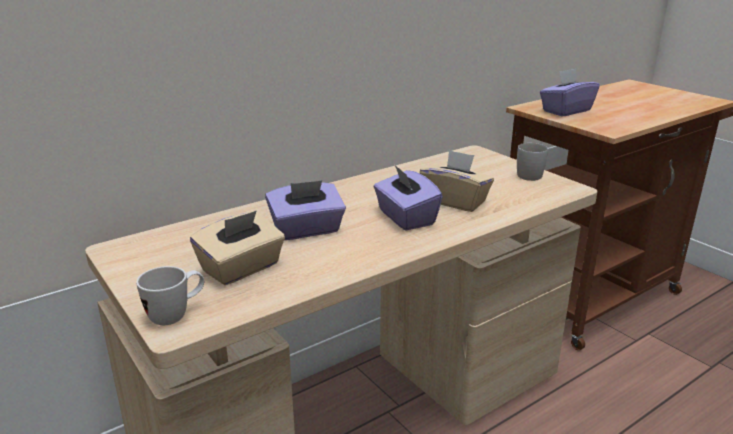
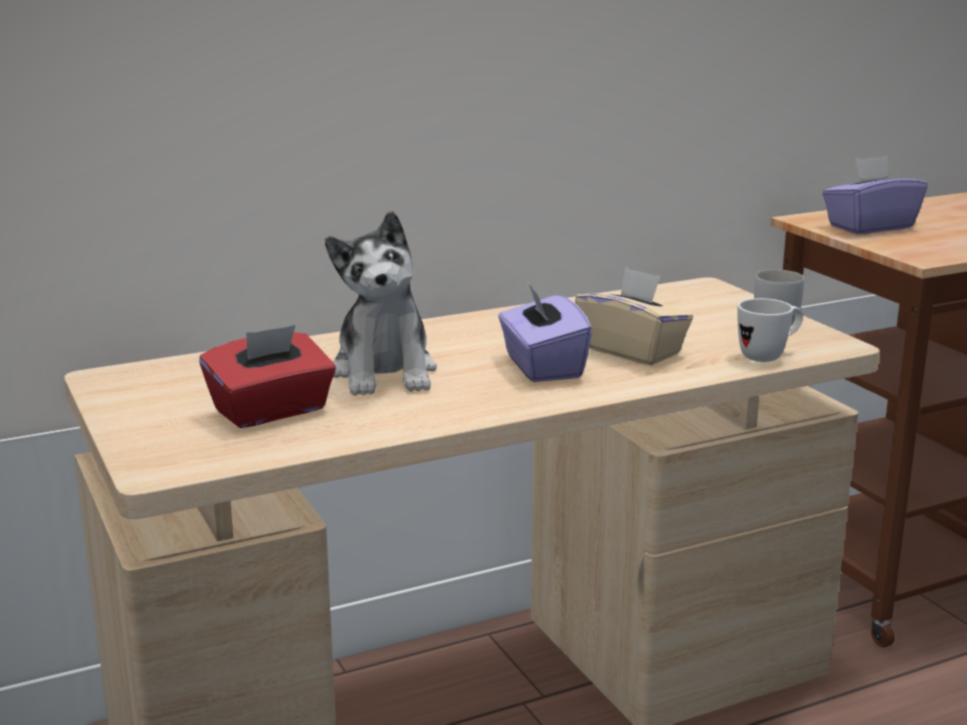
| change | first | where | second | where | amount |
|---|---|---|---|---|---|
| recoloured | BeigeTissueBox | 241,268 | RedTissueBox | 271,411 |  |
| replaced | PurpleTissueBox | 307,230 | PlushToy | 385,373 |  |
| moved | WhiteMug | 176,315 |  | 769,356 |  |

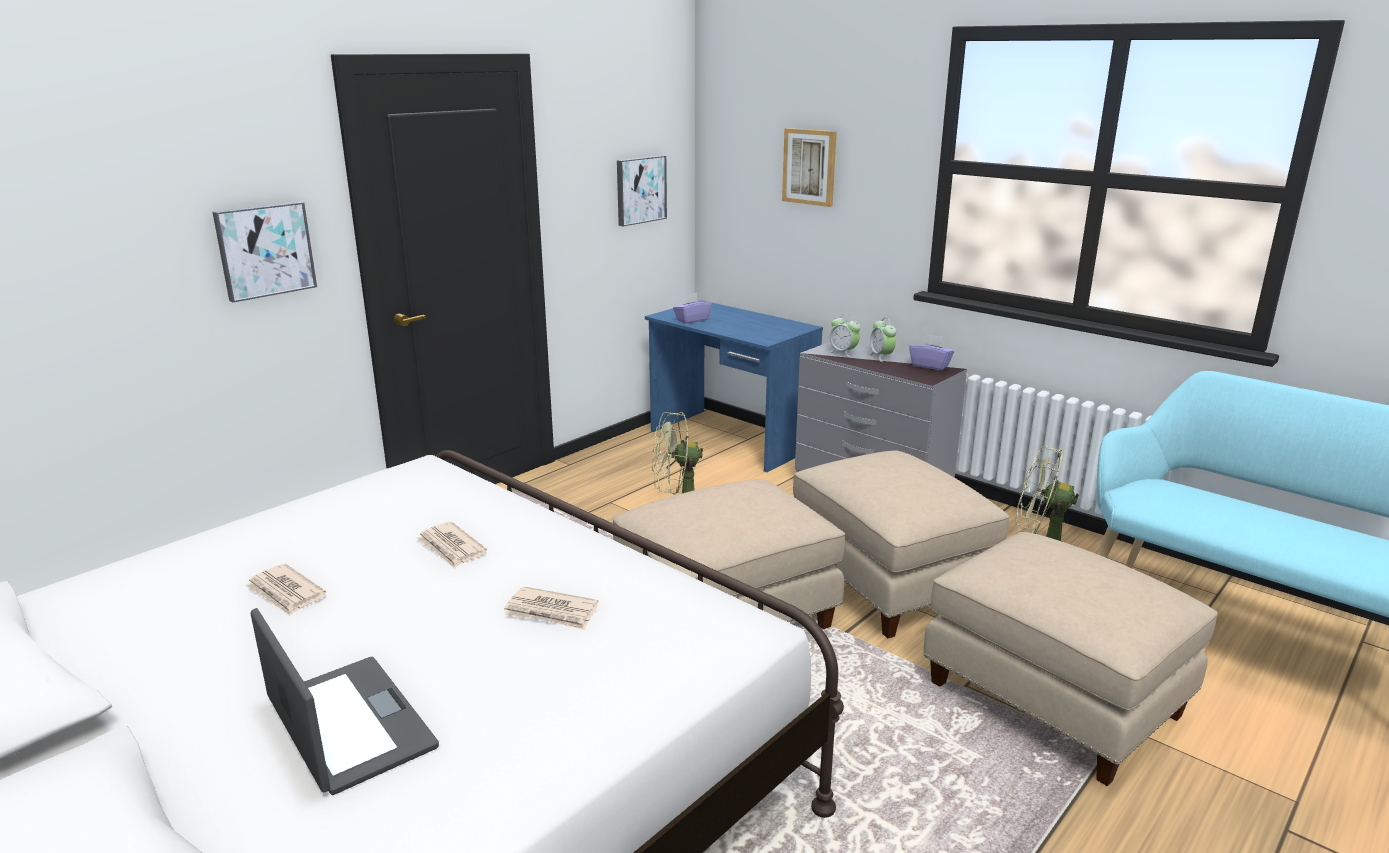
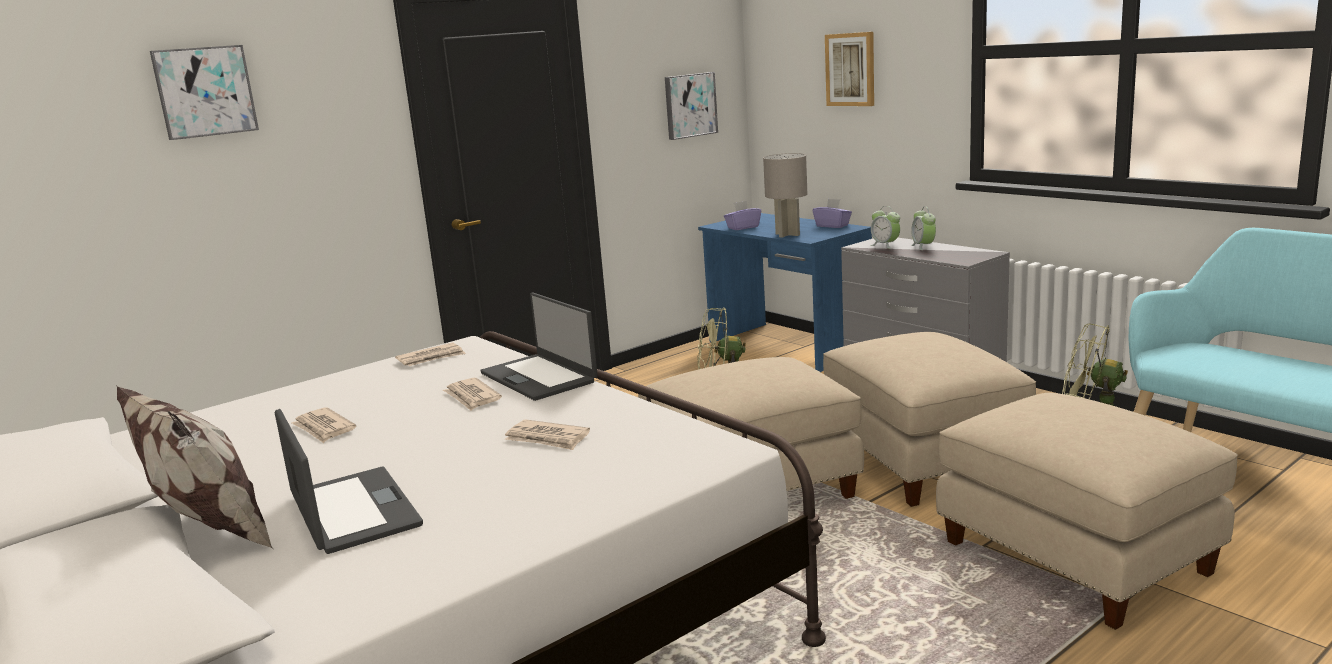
| change | first | where | second | where | amount |
|---|---|---|---|---|---|
| added |  |  | Pillow | 212,537 |  |
| moved | Picture | 265,250 |  | 204,91 |  |
| added |  |  | Newspaper | 431,358 |  |
| added |  |  | Laptop | 539,377 |  |
| added |  |  | GreyTableLamp | 787,234 |  |
| moved | PurpleTissueBox | 930,365 |  | 832,226 |  |

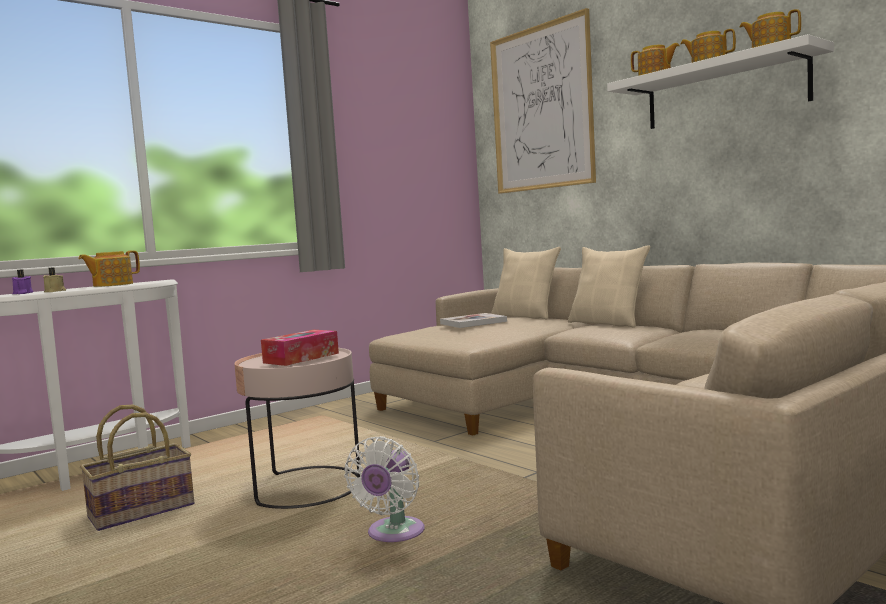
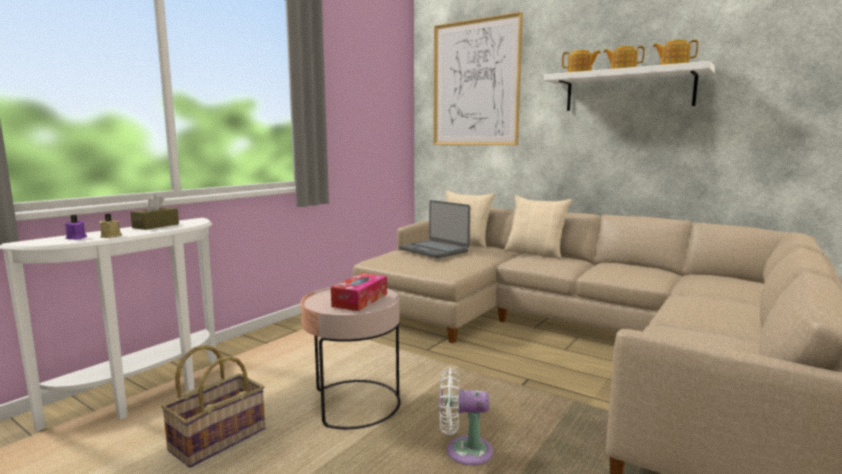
| change | first | where | second | where | amount |
|---|---|---|---|---|---|
| replaced | Teapot | 112,285 | BrownTissueBox | 156,226 |  |
| replaced | Book | 473,322 | Laptop | 434,250 |  |
| turned | WhiteFan | 393,535 |  | 463,451 | 90 degrees clockwise |

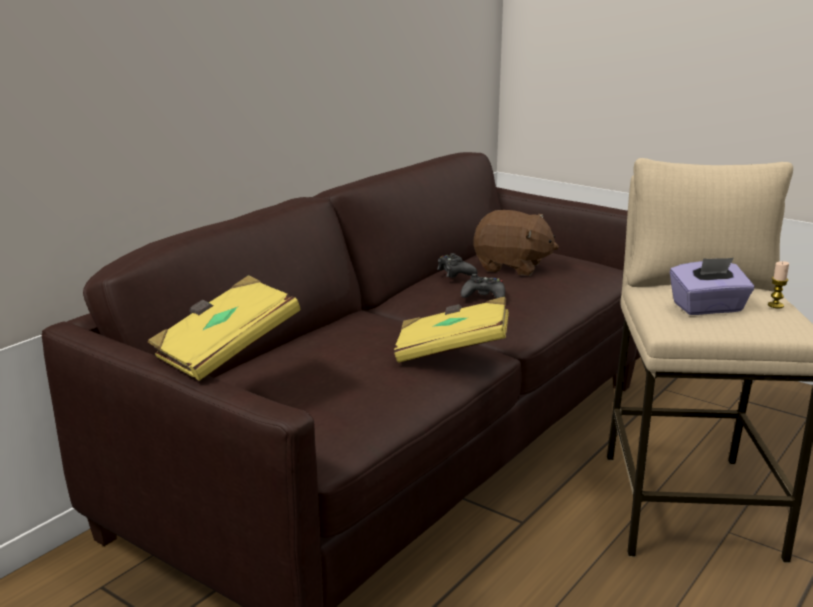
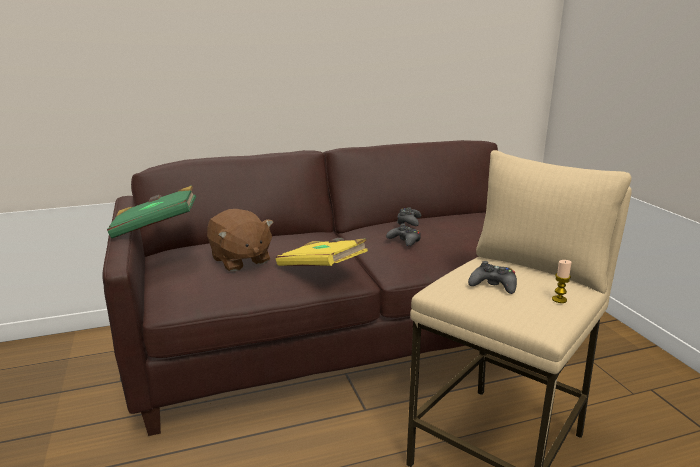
| change | first | where | second | where | amount |
|---|---|---|---|---|---|
| recoloured | YellowBook | 225,352 | GreenBook | 155,228 |  |
| moved | BrownPlushToy | 512,267 |  | 240,260 |  |
| replaced | PurpleTissueBox | 708,308 | BlackGameController | 493,285 |  |

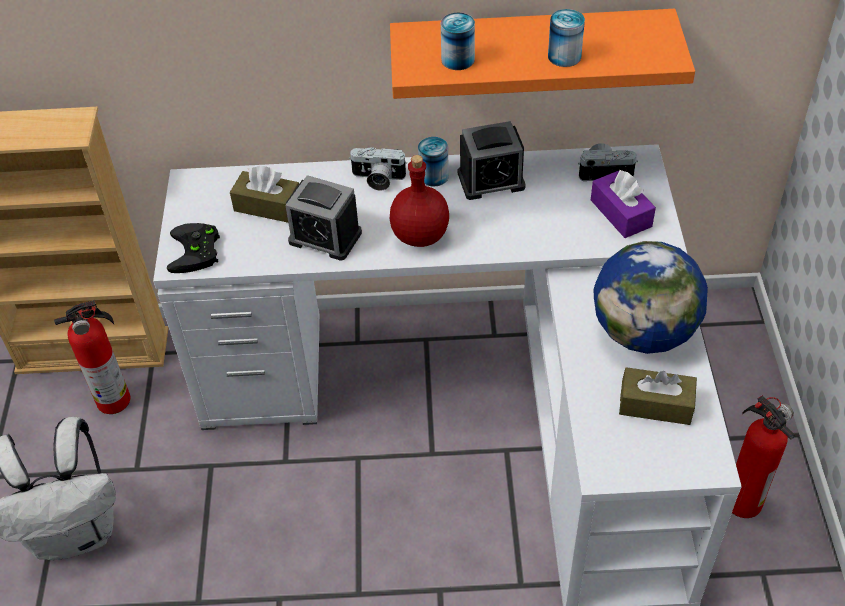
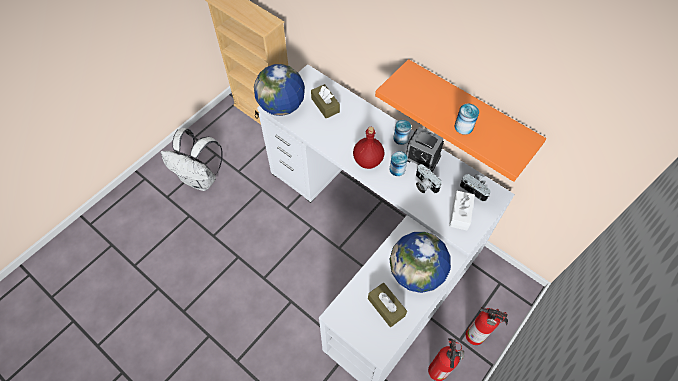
| change | first | where | second | where | amount |
|---|---|---|---|---|---|
| replaced | BlackGameController | 196,252 | Globe | 282,106 |  |
| moved | Can | 458,59 |  | 397,169 |  |
| moved | PhotoCamera | 377,179 |  | 424,185 |  |
| recoloured | PurpleTissueBox | 621,213 | WhiteTissueBox | 460,214 |  |
| moved | FireExtinguisher | 116,399 |  | 476,336 |  |
| removed | AlarmClock | 325,237 |  |  |  |

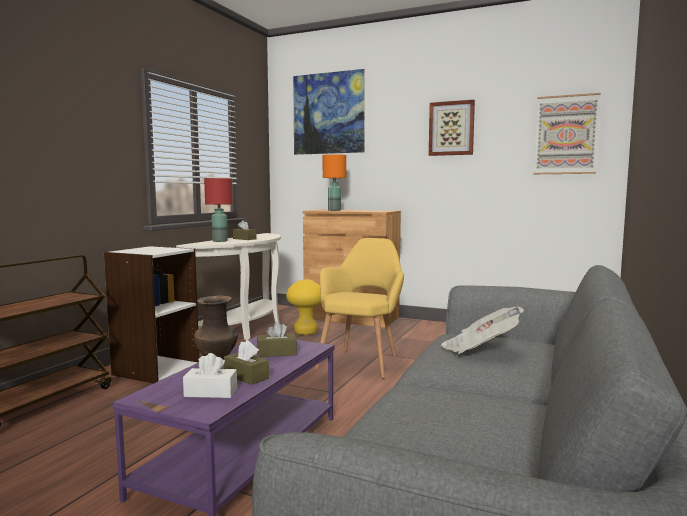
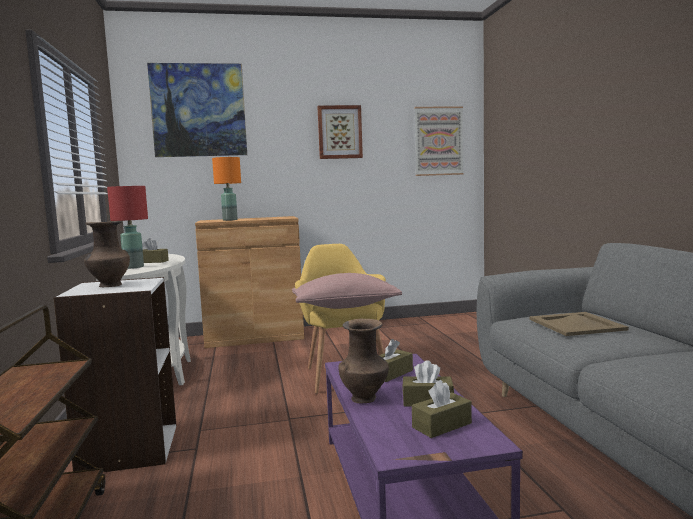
| change | first | where | second | where | amount |
|---|---|---|---|---|---|
| added |  |  | BrownVase | 109,285 |  |
| added |  |  | PinkPillow | 345,306 |  |
| recoloured | WhiteTissueBox | 211,392 | BrownTissueBox | 442,425 |  |
| replaced | Newspaper | 480,350 | BeigeTray | 576,324 |  |
| removed | YellowStool | 305,332 |  |  |  |

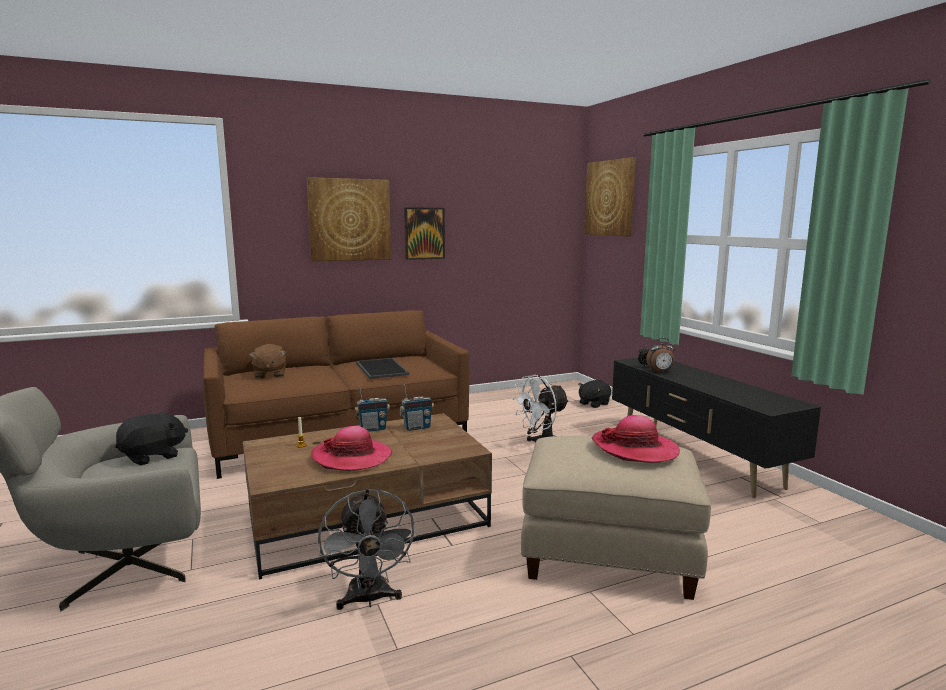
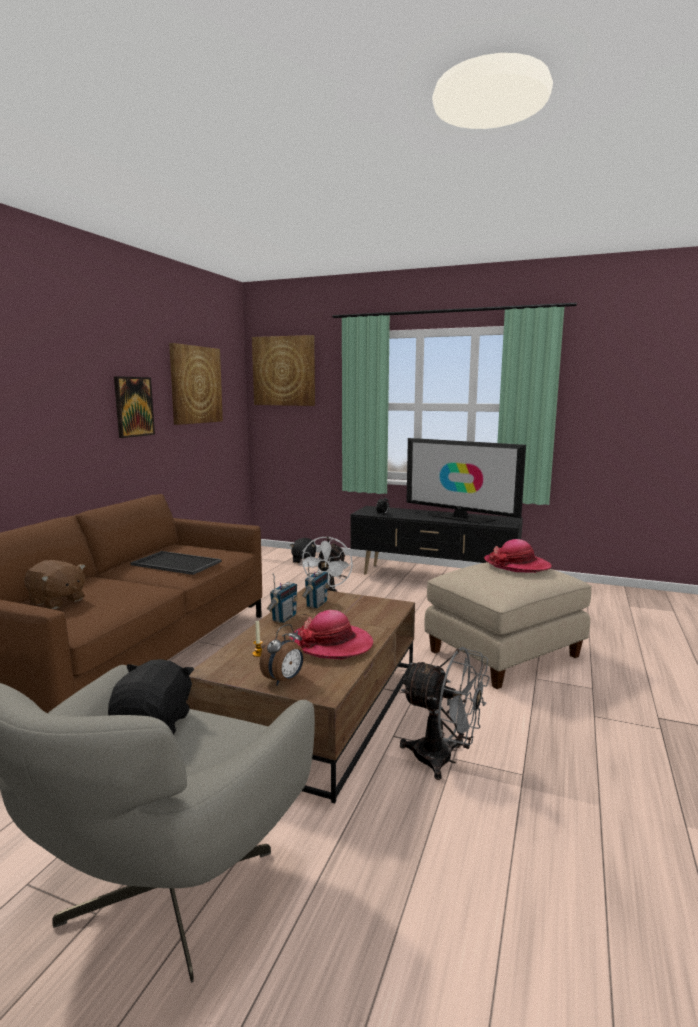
| change | first | where | second | where | amount |
|---|---|---|---|---|---|
| moved | Picture | 349,220 |  | 195,385 |  |
| moved | AlarmClock | 660,372 |  | 284,680 |  |
| added |  |  | Television | 460,518 |  |

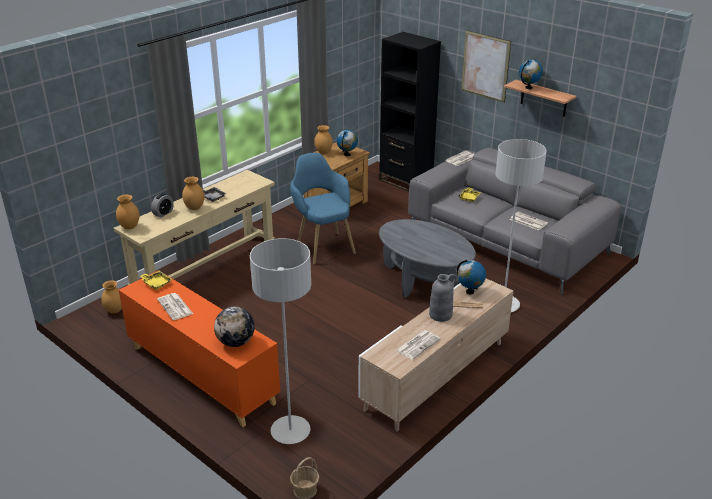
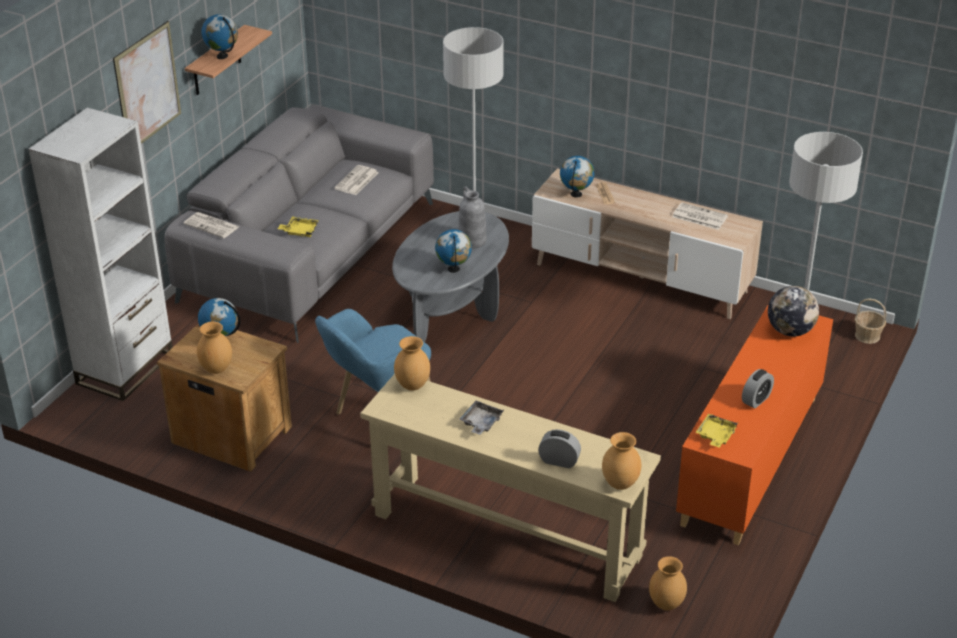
| change | first | where | second | where | amount |
|---|---|---|---|---|---|
| recoloured | BlackBookcase | 405,181 | WhiteBookcase | 125,369 |  |
| moved | BrownVase | 194,208 |  | 413,385 |  |
| added |  |  | Globe | 454,269 |  |
| moved | GreyVase | 441,314 |  | 471,240 |  |
| replaced | Newspaper | 175,307 | AlarmClock | 756,400 |  |

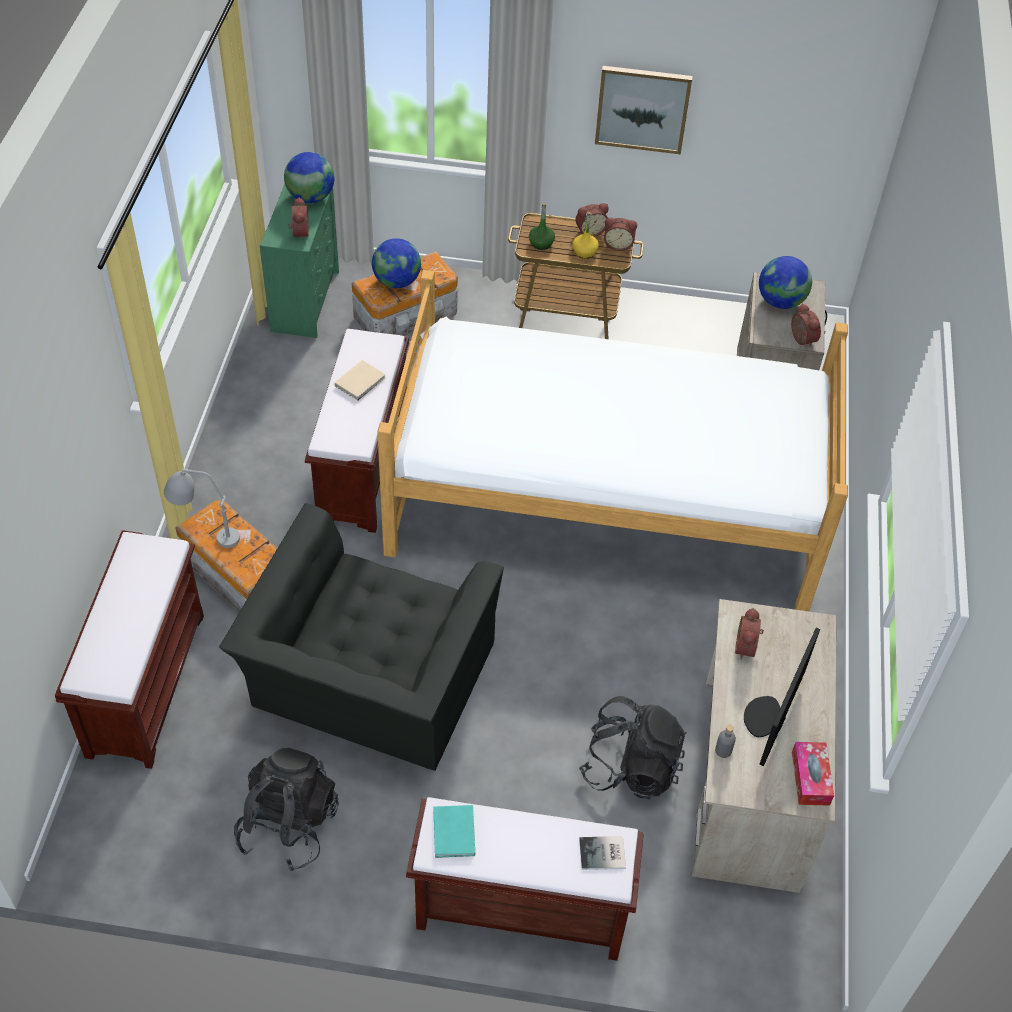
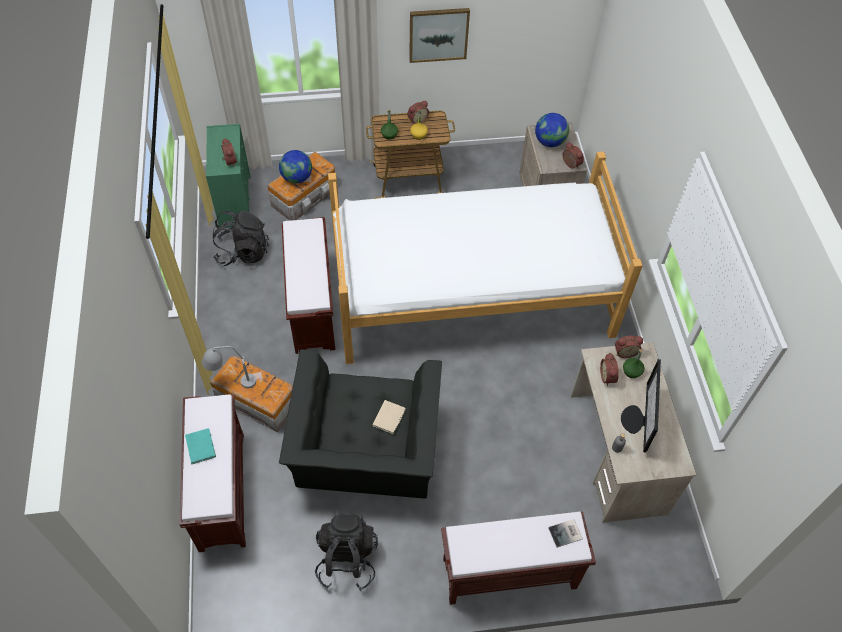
| change | first | where | second | where | amount |
|---|---|---|---|---|---|
| moved | TurquoiseBook | 455,831 |  | 201,445 |  |
| moved | BlackBackpack | 630,767 |  | 243,252 |  |
| moved | BeigeBook | 361,381 |  | 390,417 |  |
| moved | AlarmClock | 618,245 |  | 625,352 |  |
| added |  |  | GreenBottle | 632,371 |  |
| removed | Globe | 311,197 |  |  |  |
| removed | TissueBox | 810,778 |  |  |  |

